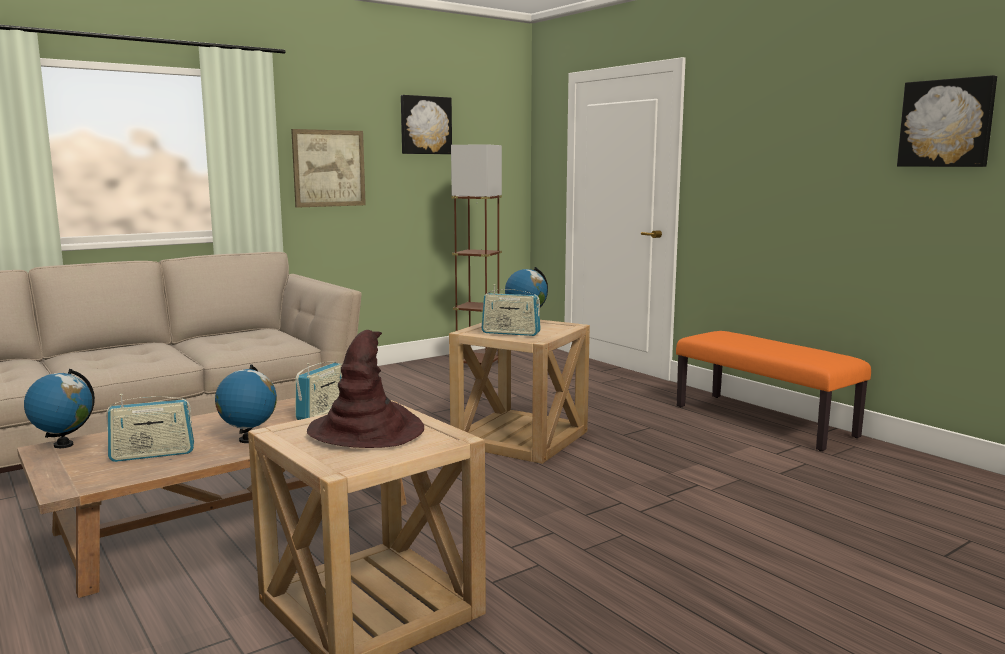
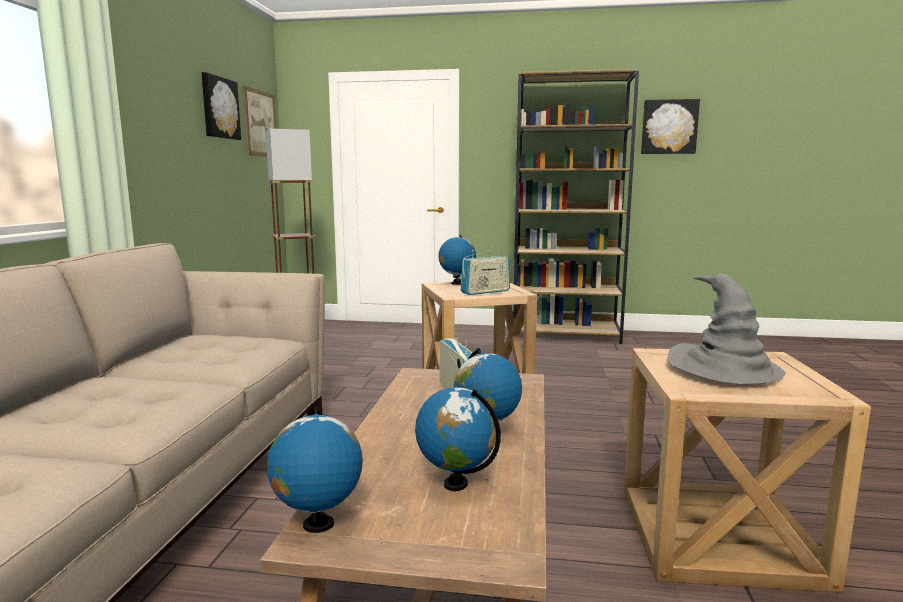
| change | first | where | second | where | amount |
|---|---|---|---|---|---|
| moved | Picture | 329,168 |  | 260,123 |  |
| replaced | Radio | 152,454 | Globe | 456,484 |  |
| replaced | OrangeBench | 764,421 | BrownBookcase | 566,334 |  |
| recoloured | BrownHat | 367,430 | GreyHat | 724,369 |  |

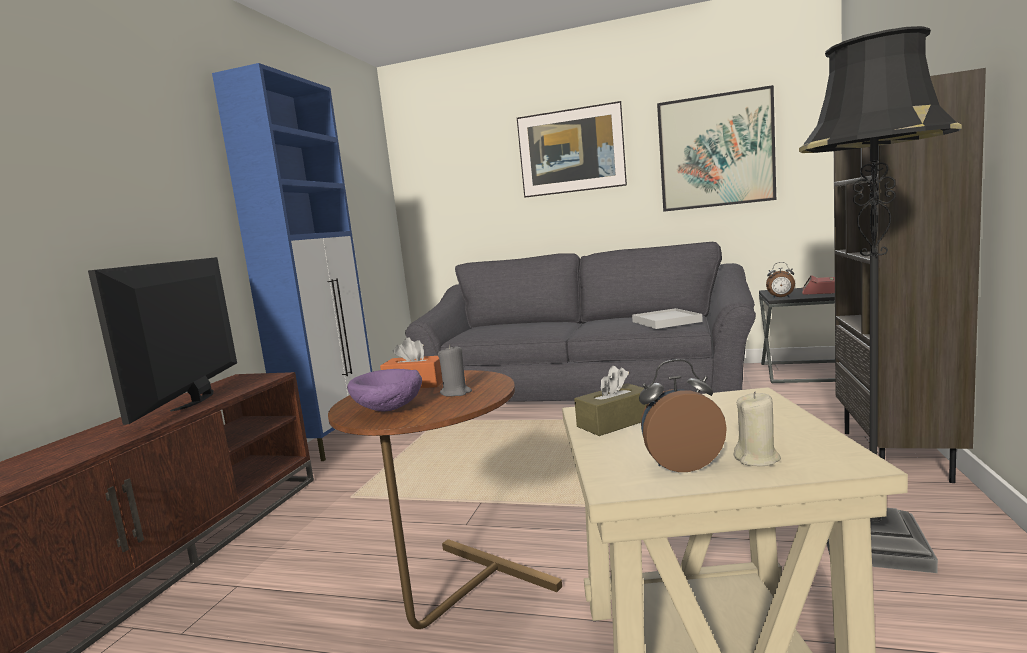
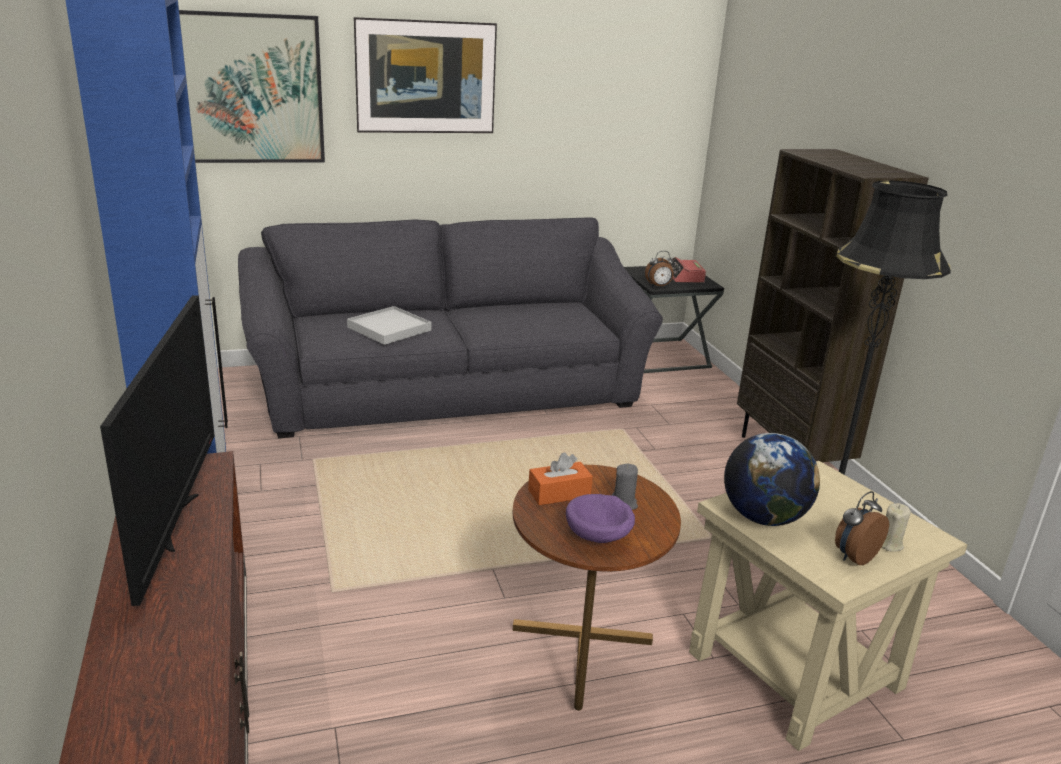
| change | first | where | second | where | amount |
|---|---|---|---|---|---|
| turned | Television | 197,399 |  | 175,522 | 150 degrees counterclockwise |
| moved | Picture | 715,151 |  | 248,89 |  |
| moved | WhiteTray | 666,322 |  | 389,329 |  |
| replaced | BrownTissueBox | 615,422 | Globe | 763,517 |  |

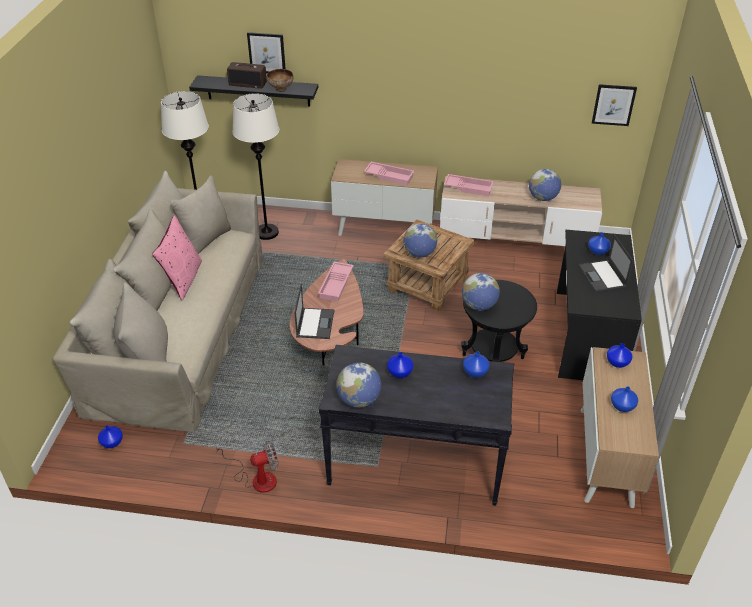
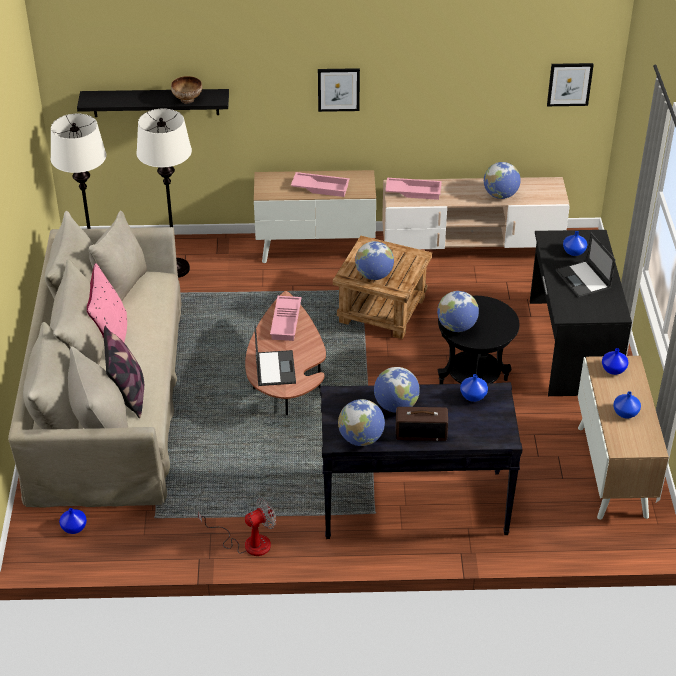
| change | first | where | second | where | amount |
|---|---|---|---|---|---|
| added |  |  | Pillow | 128,395 |  |
| moved | Picture | 266,53 |  | 338,89 |  |
| replaced | BlueVase | 400,372 | Globe | 396,406 |  |
| moved | Radio | 248,83 |  | 421,432 |  |

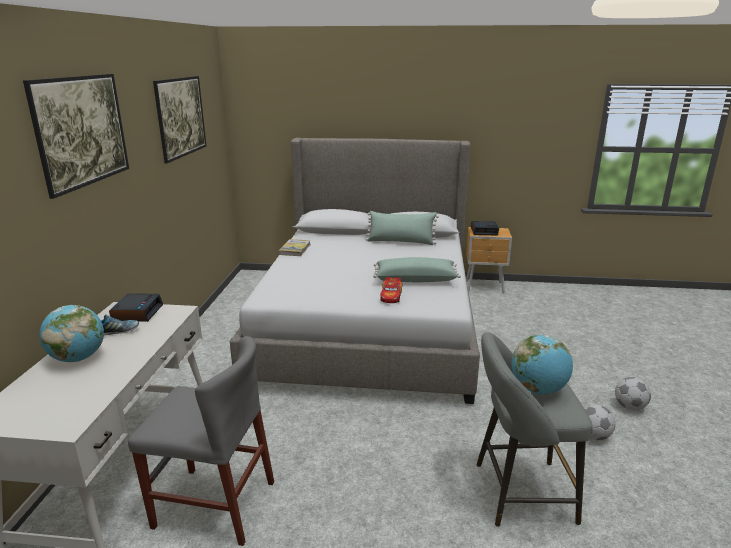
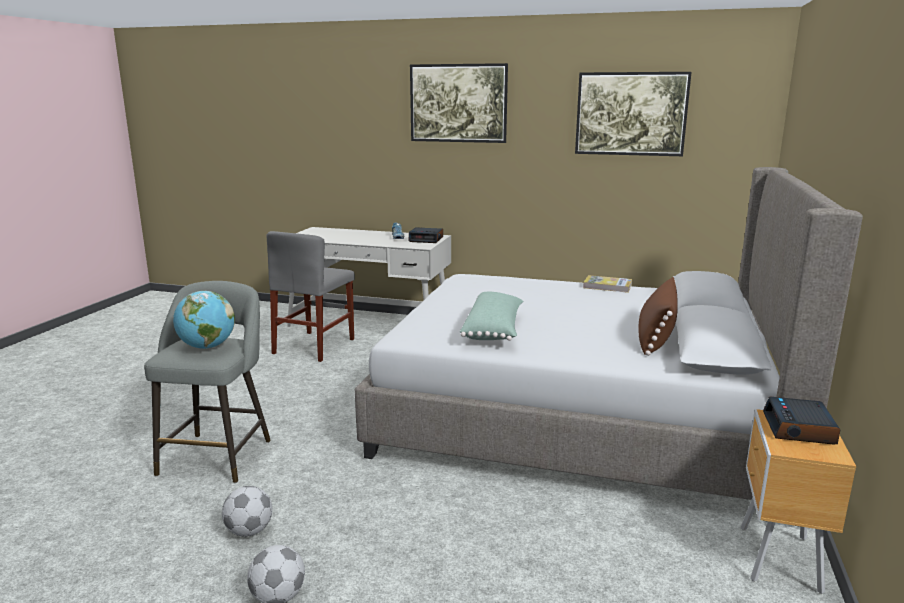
| change | first | where | second | where | amount |
|---|---|---|---|---|---|
| recoloured | GreenPillow | 401,242 | BrownPillow | 656,336 |  |
| removed | Globe | 78,358 |  |  |  |
| removed | ToyCar | 391,296 |  |  |  |

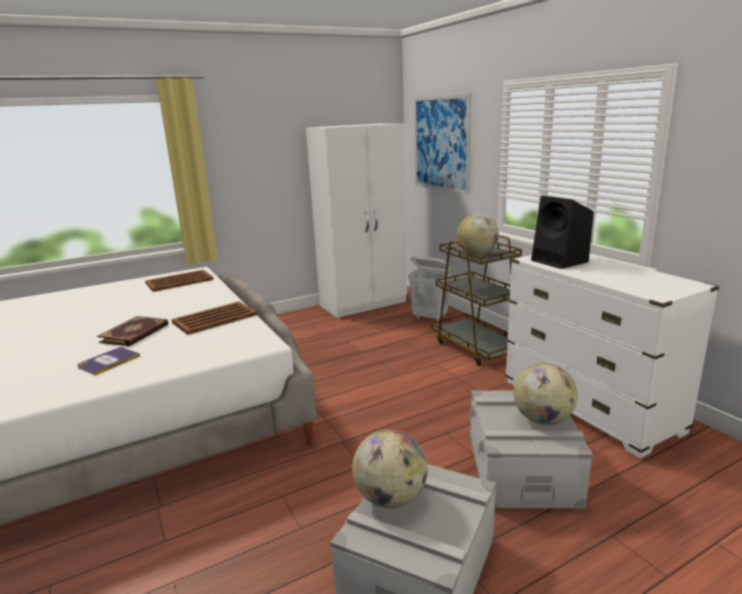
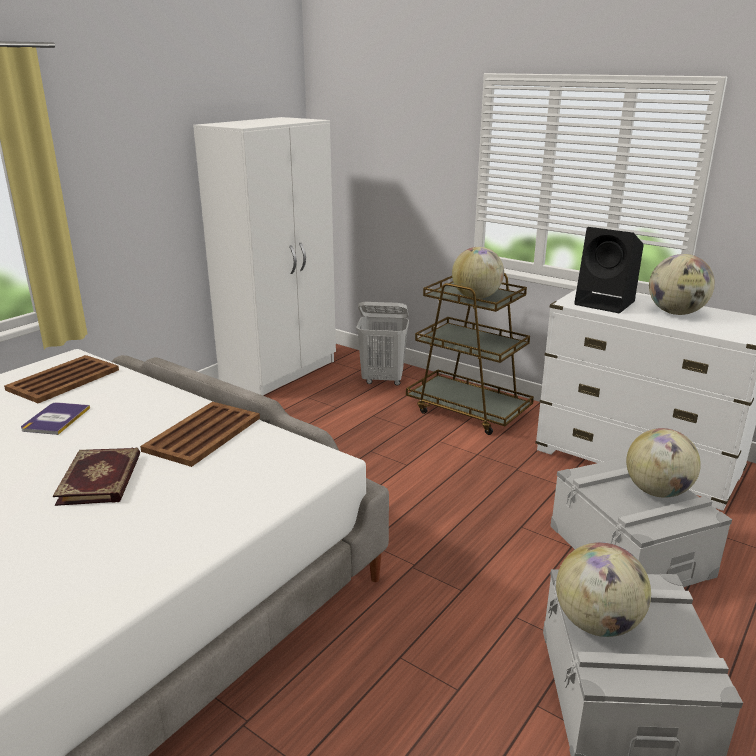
| change | first | where | second | where | amount |
|---|---|---|---|---|---|
| moved | Book | 108,361 |  | 56,419 |  |
| added |  |  | Globe | 676,313 |  |
| removed | Picture | 441,143 |  |  |  |

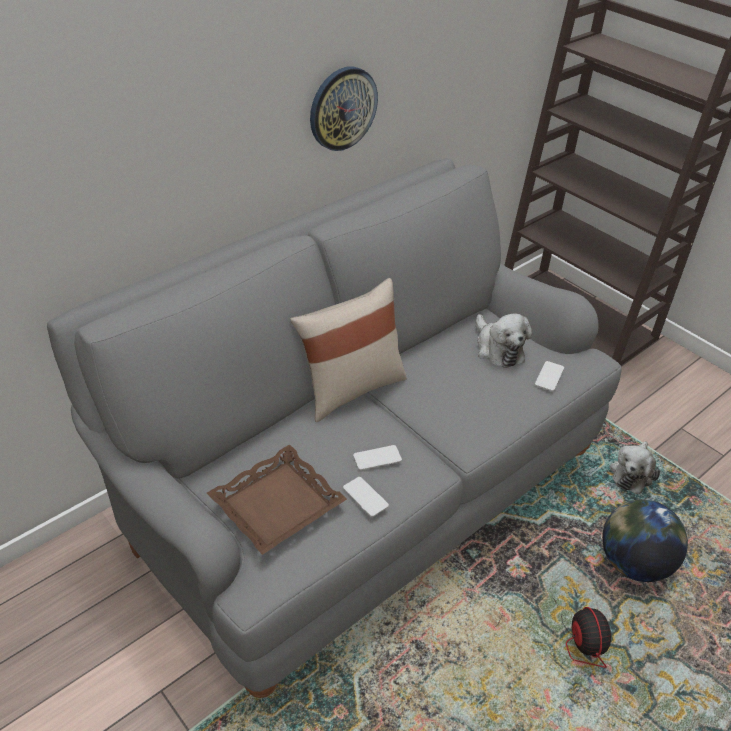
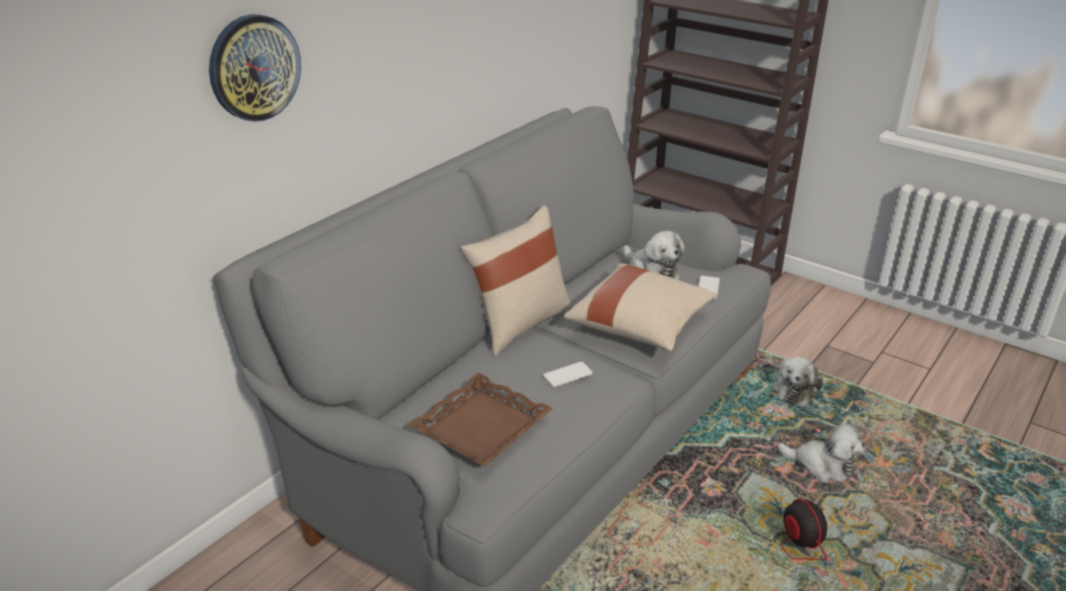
| change | first | where | second | where | amount |
|---|---|---|---|---|---|
| moved | WallClock | 342,108 |  | 254,68 |  |
| added |  |  | BeigePillow | 640,325 |  |
| replaced | Globe | 633,563 | PlushToy | 821,465 |  |
| removed | Phone | 365,497 |  |  |  |

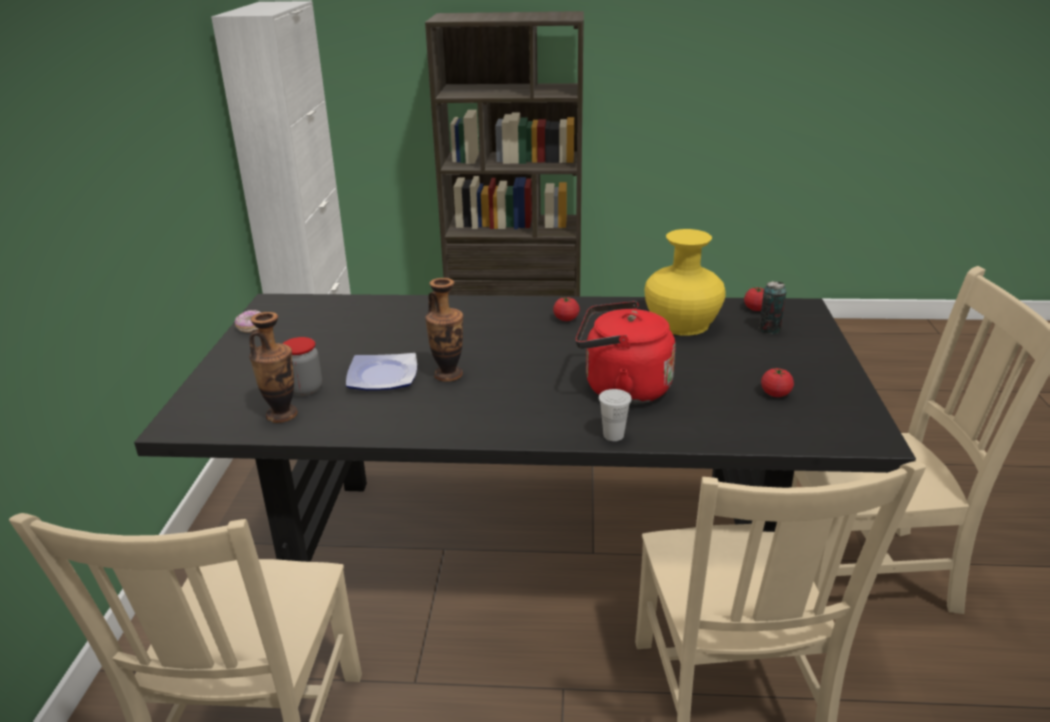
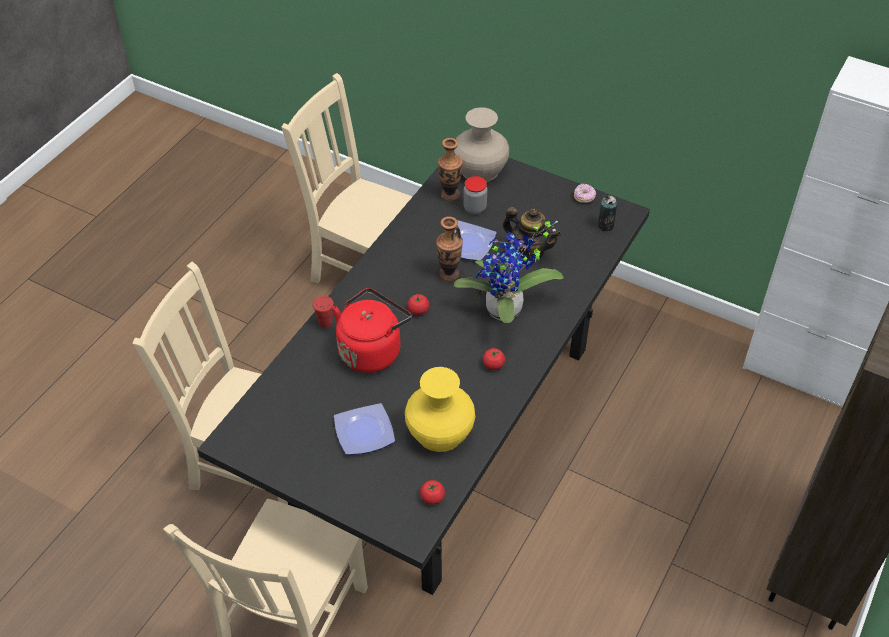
| change | first | where | second | where | amount |
|---|---|---|---|---|---|
| recoloured | WhiteCup | 613,435 | RedCup | 325,322 |  |
| added |  |  | Plate | 365,433 |  |
| moved | Tomato | 775,393 |  | 418,310 |  |
| added |  |  | BeigeVase | 480,169 |  |
| added |  |  | PottedPlant | 506,313 |  |
| added |  |  | Teapot | 530,251 |  |
| moved | Can | 769,329 |  | 605,226 |  |

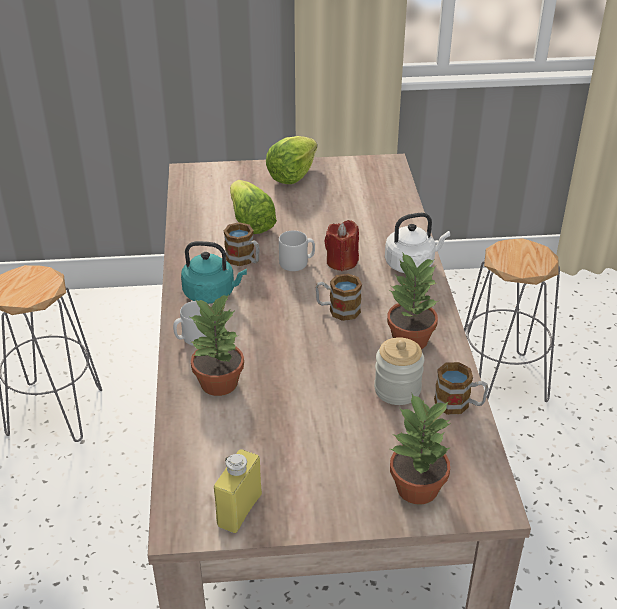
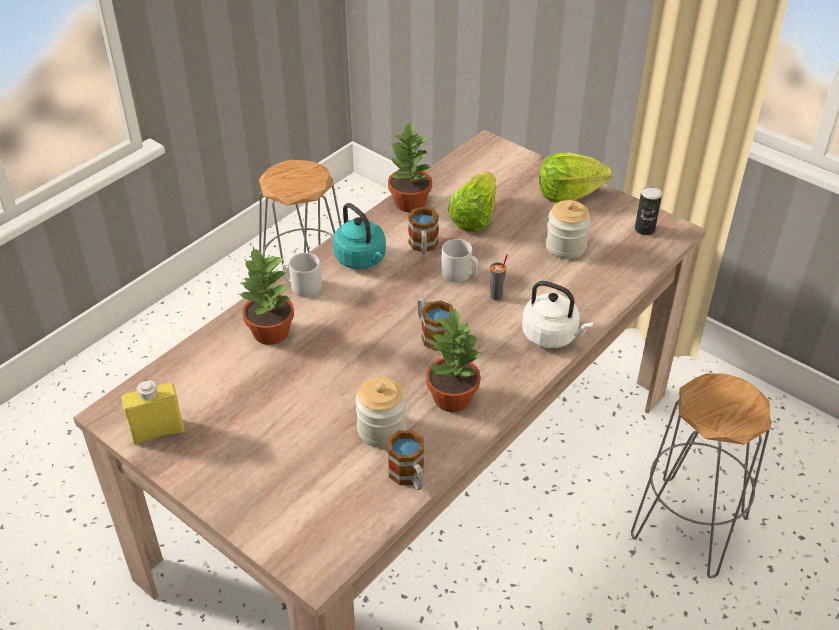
| change | first | where | second | where | amount |
|---|---|---|---|---|---|
| moved | PottedPlant | 418,489 |  | 409,203 |  |
| replaced | RedCandle | 342,262 | GreyCup | 496,296 |  |
| added |  |  | Jar | 565,247 |  |
| added |  |  | Can | 644,229 |  |

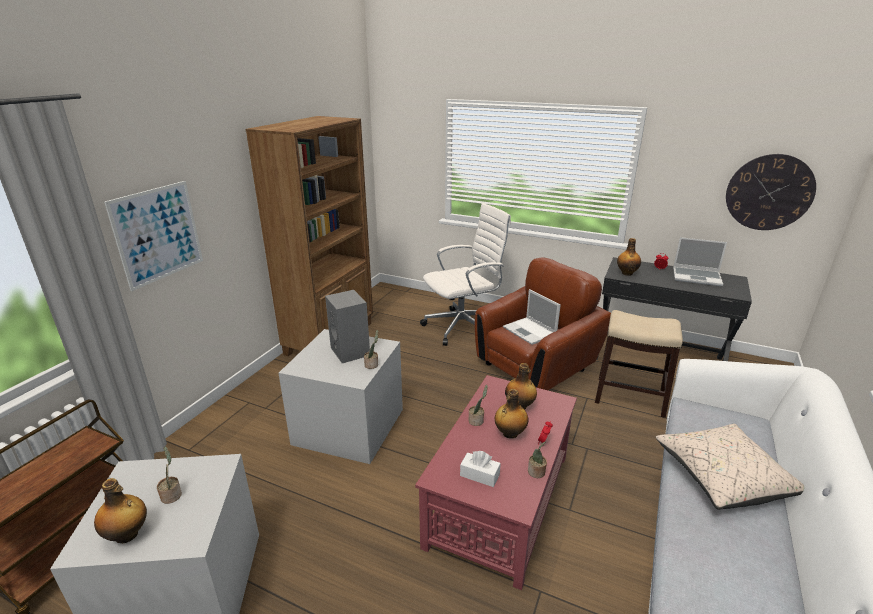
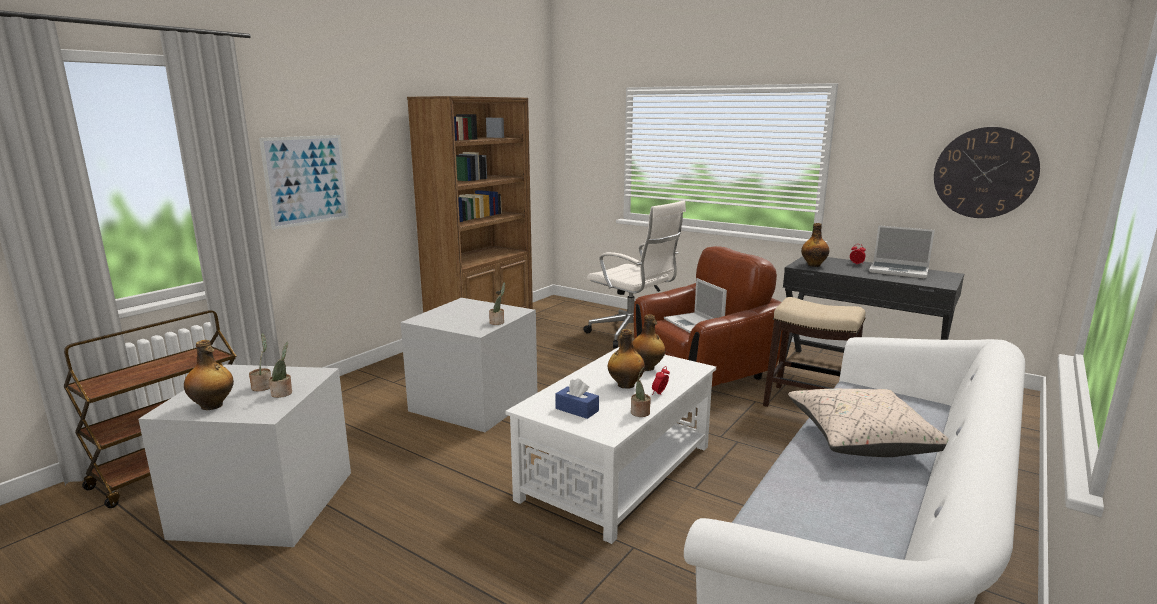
| change | first | where | second | where | amount |
|---|---|---|---|---|---|
| moved | PottedPlant | 477,421 |  | 283,393 |  |
| recoloured | RedCoffeeTable | 499,500 | WhiteCoffeeTable | 616,472 |  |
| recoloured | WhiteTissueBox | 479,475 | BlueTissueBox | 577,410 |  |
| turned | WhiteOfficeChair | 463,327 |  | 632,335 | 60 degrees clockwise |
| removed | GreySpeaker | 351,352 |  |  |  |

